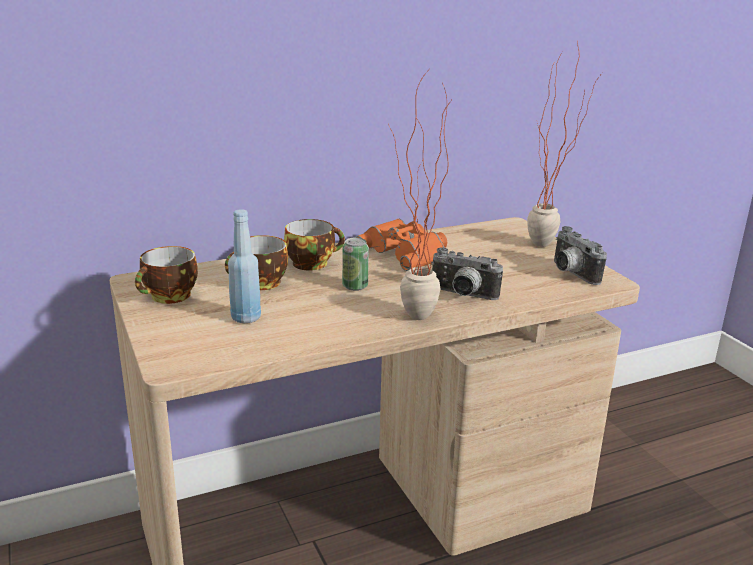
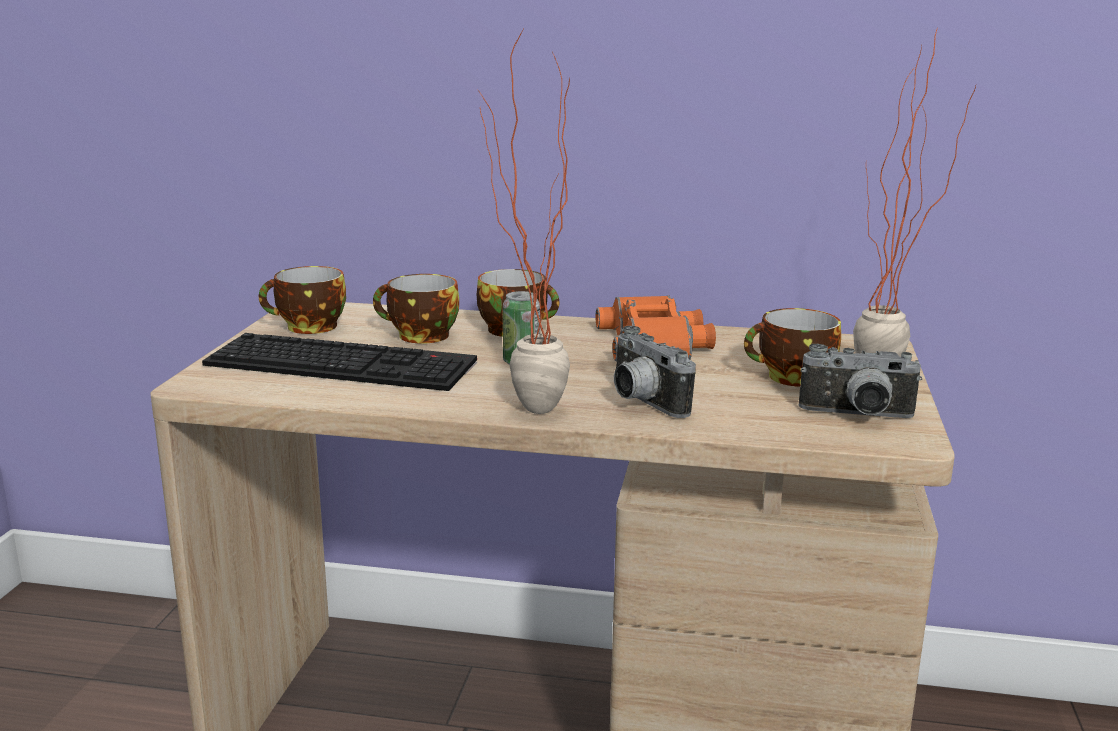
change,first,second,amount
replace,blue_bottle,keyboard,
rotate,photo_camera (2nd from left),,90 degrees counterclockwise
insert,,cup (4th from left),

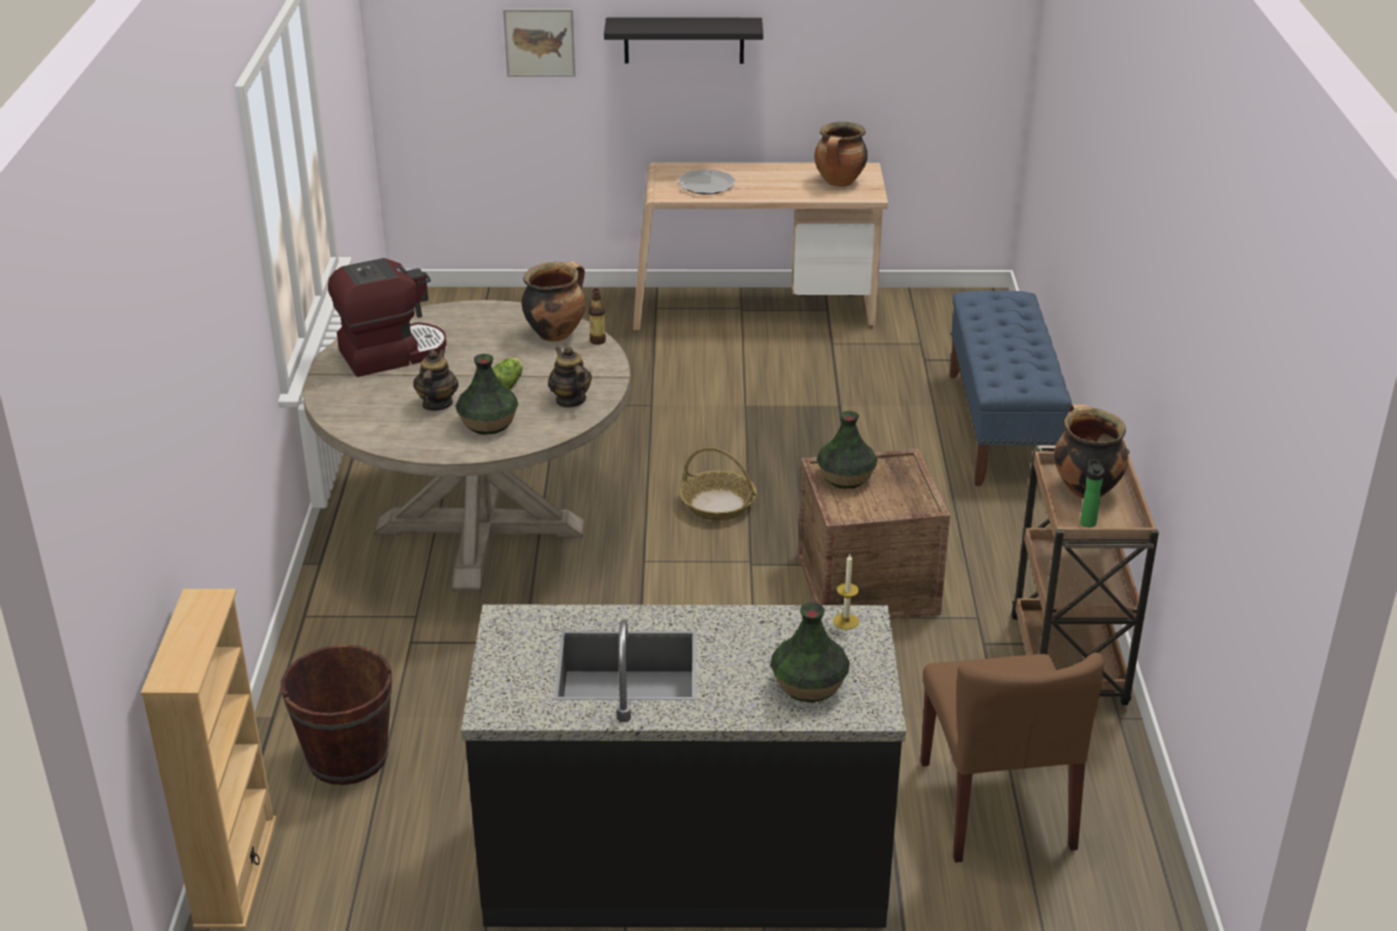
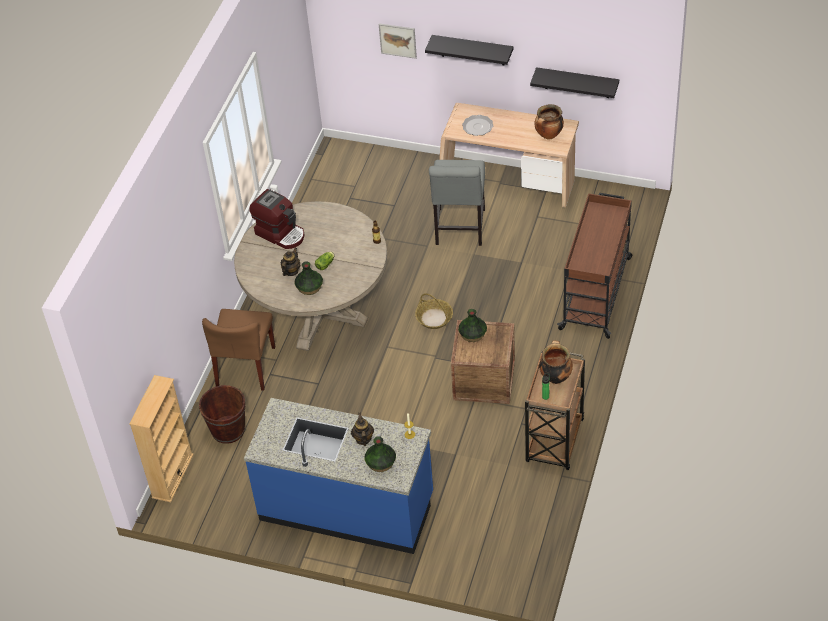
change,first,second,amount
rotate,coffee_machine,,45 degrees clockwise
recolor,black_counter,blue_counter,
delete,cooking_pot (1st from left),,
move,teapot (2nd from left),,
move,brown_chair,,
replace,blue_bench,brown_cart (2nd from left),
insert,,grey_chair,
insert,,black_shelf (2nd from left),

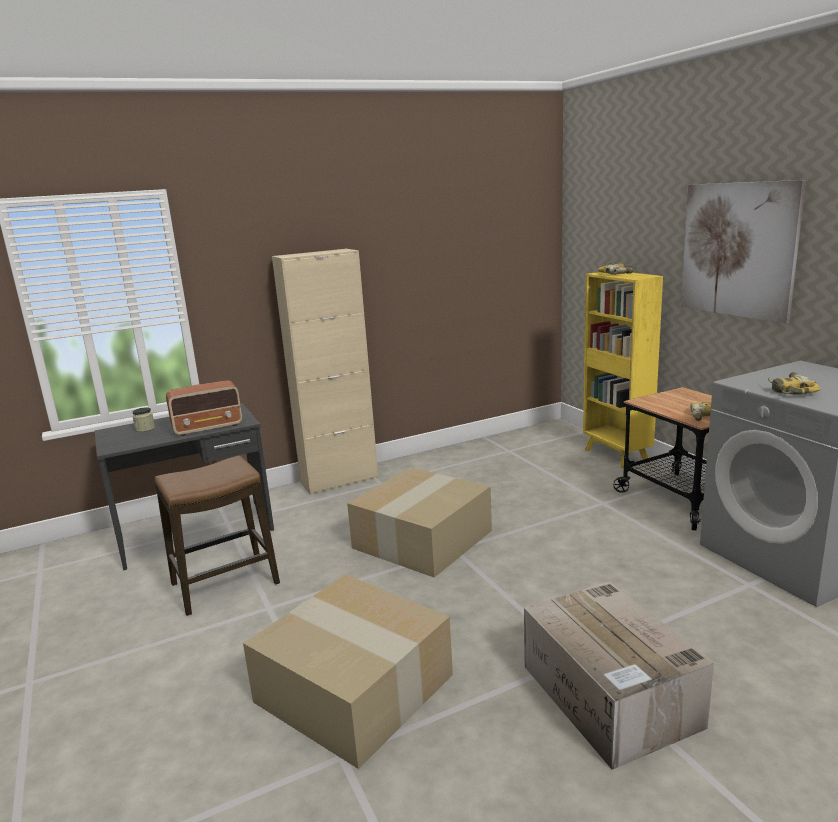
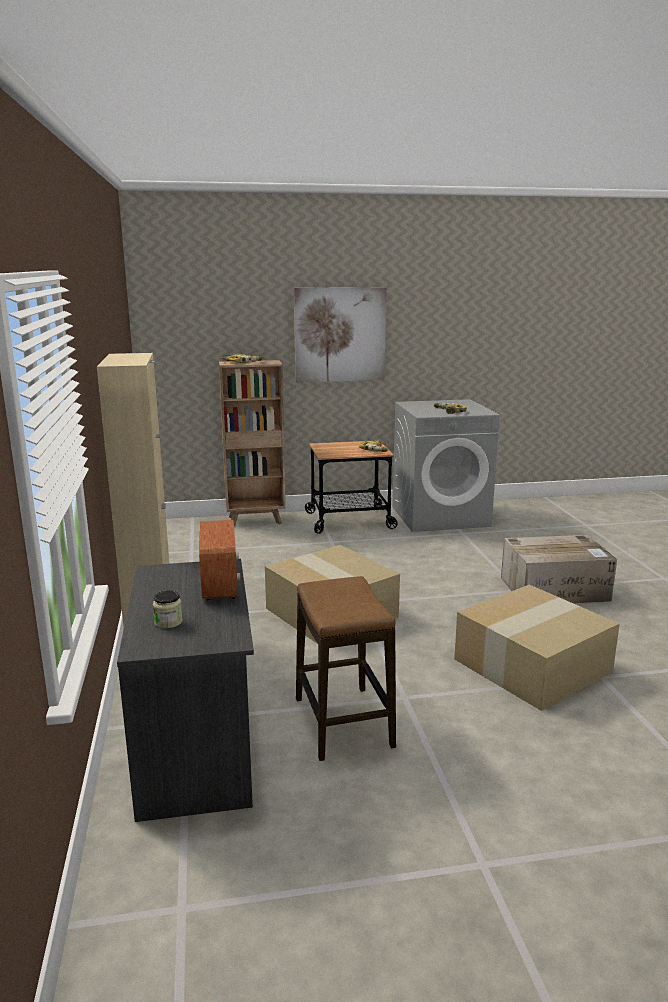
change,first,second,amount
recolor,yellow_bookcase,brown_bookcase,

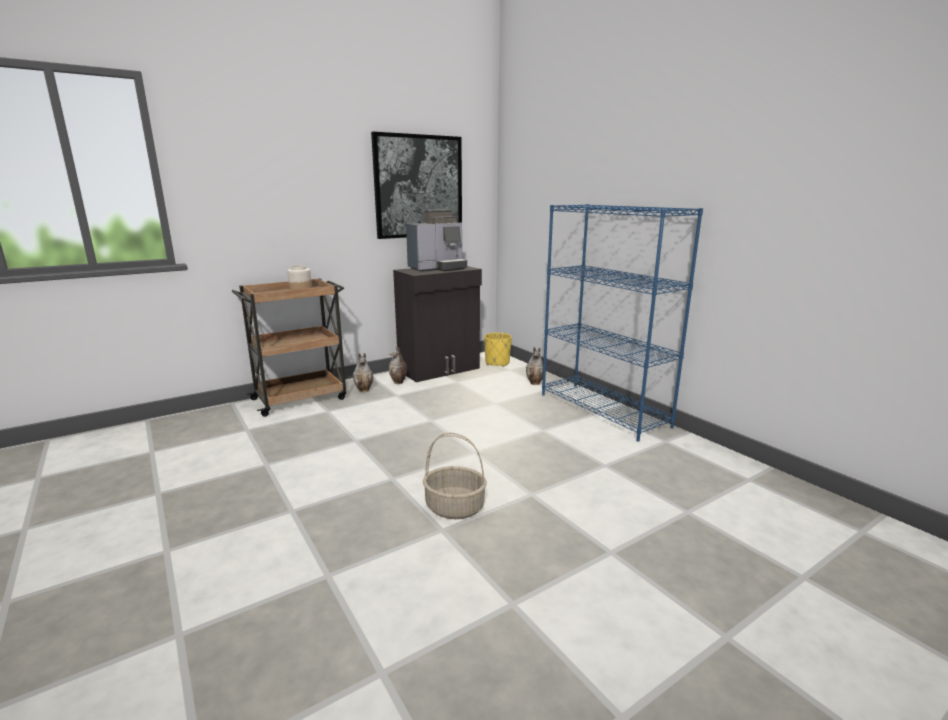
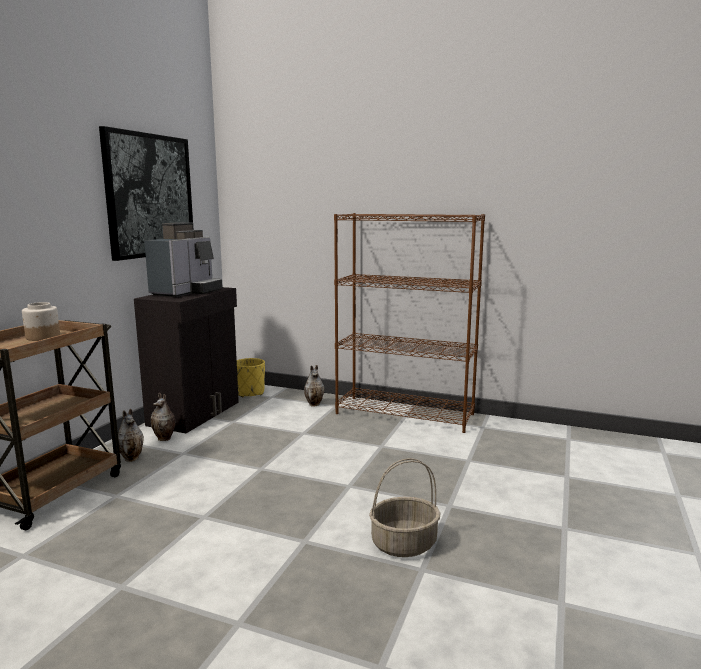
change,first,second,amount
recolor,blue_bookcase,brown_bookcase,

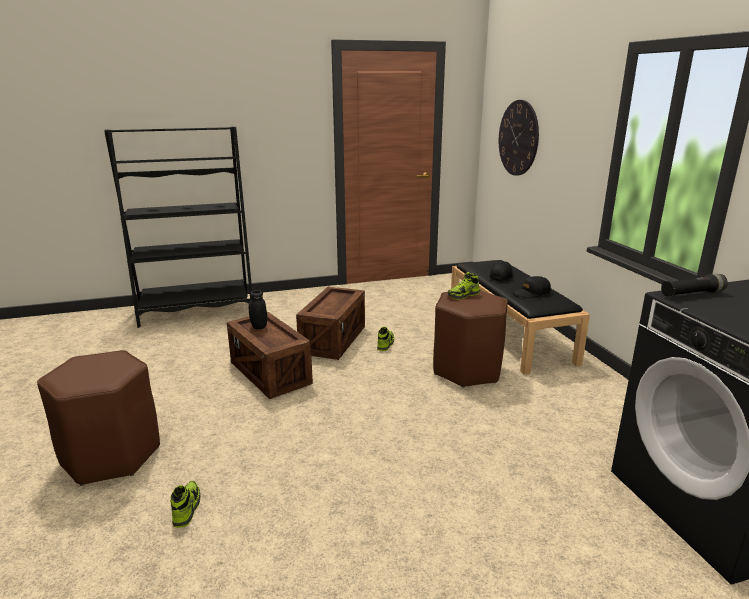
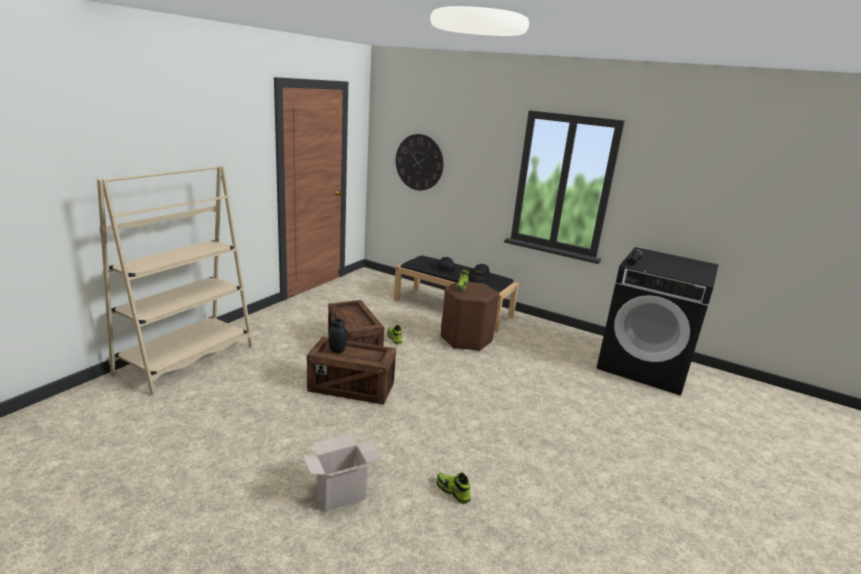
change,first,second,amount
replace,brown_stool (1st from left),cardboard_box,
recolor,black_bookcase,beige_bookcase,

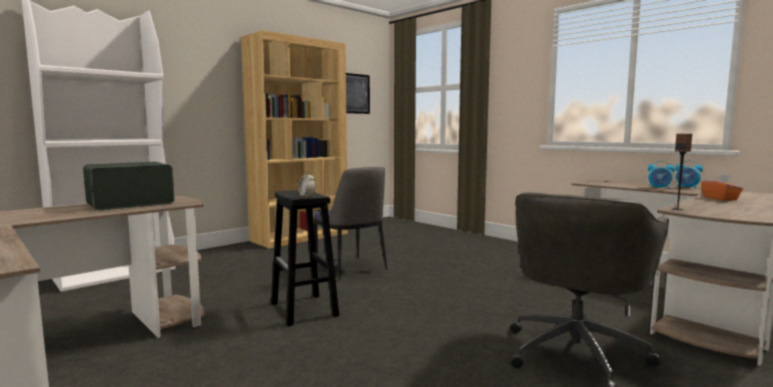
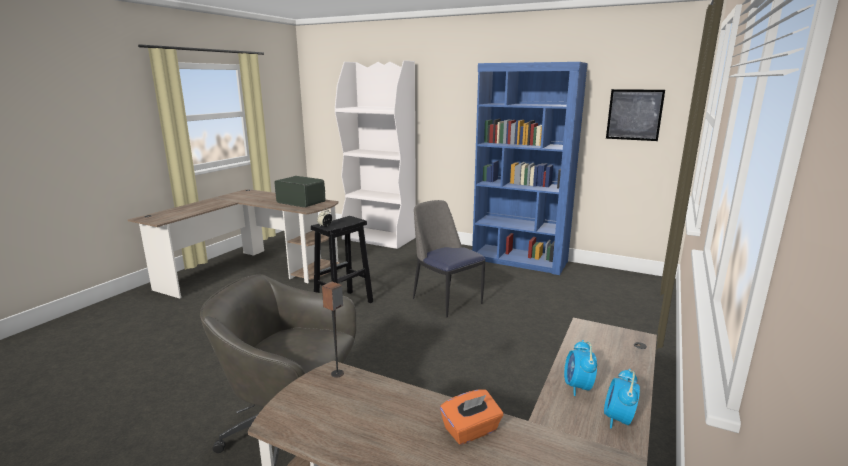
change,first,second,amount
recolor,brown_bookcase,blue_bookcase,
rotate,chair,,105 degrees clockwise

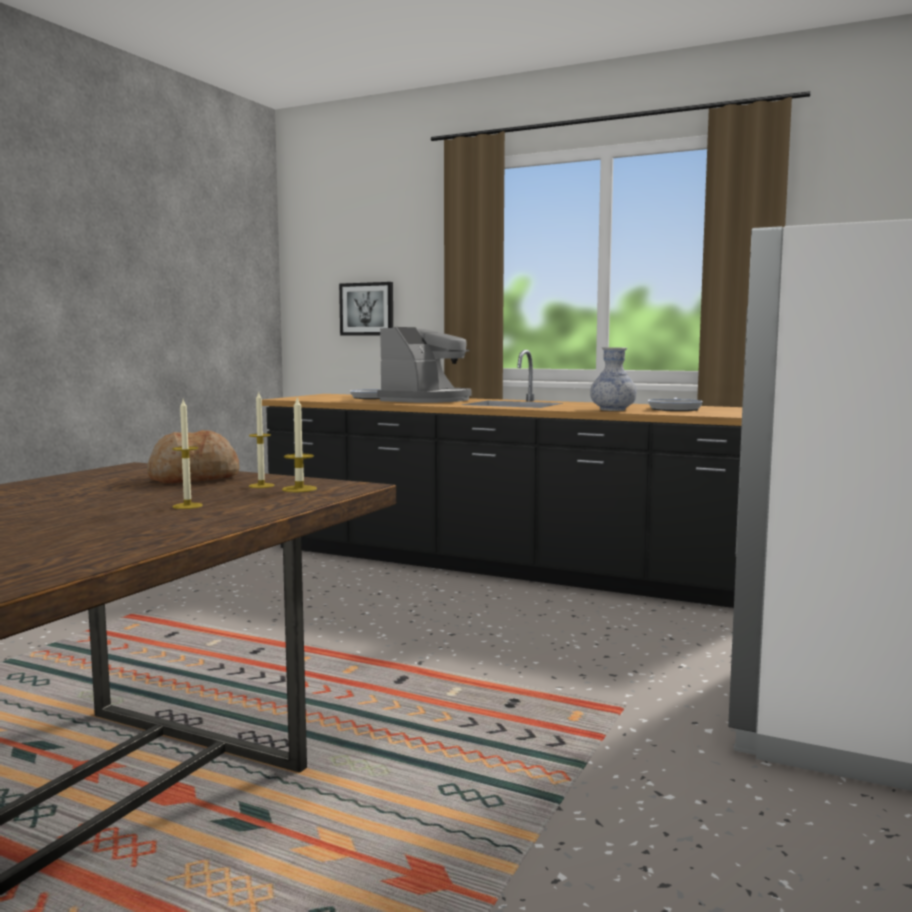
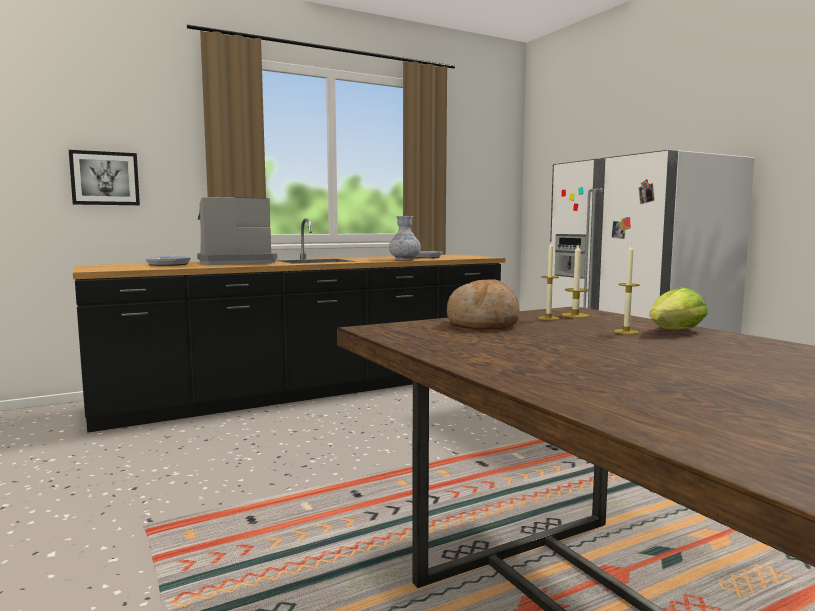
change,first,second,amount
rotate,coffee_machine,,90 degrees counterclockwise
insert,,lettuce,

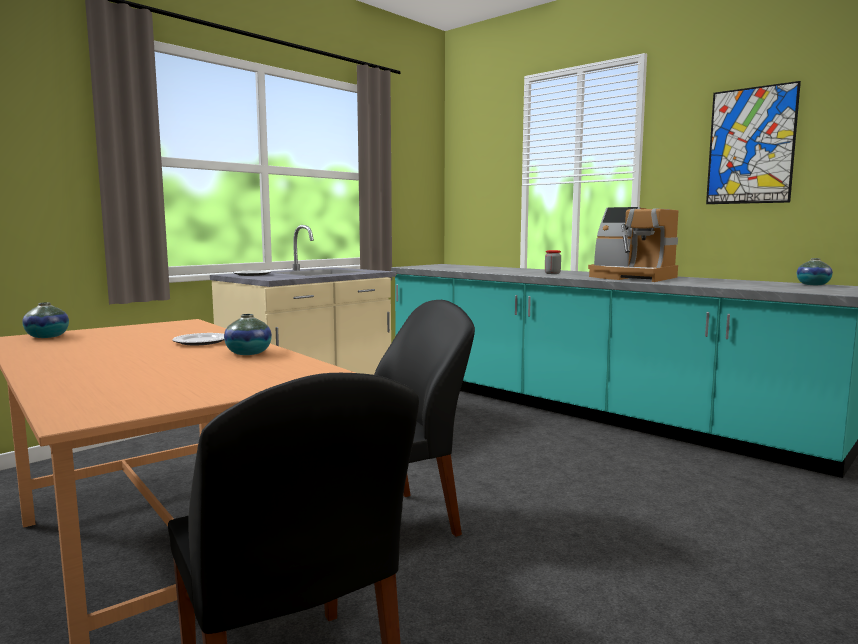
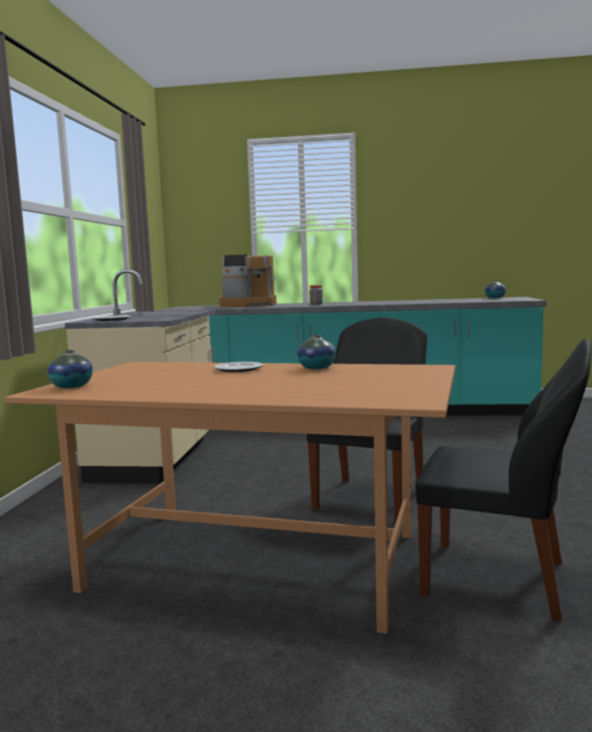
change,first,second,amount
move,coffee_machine,,
delete,picture,,

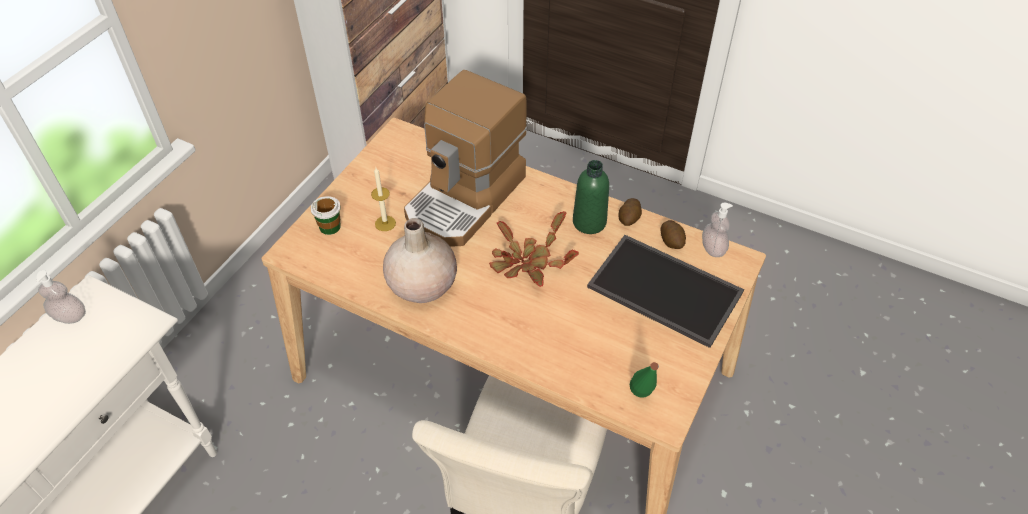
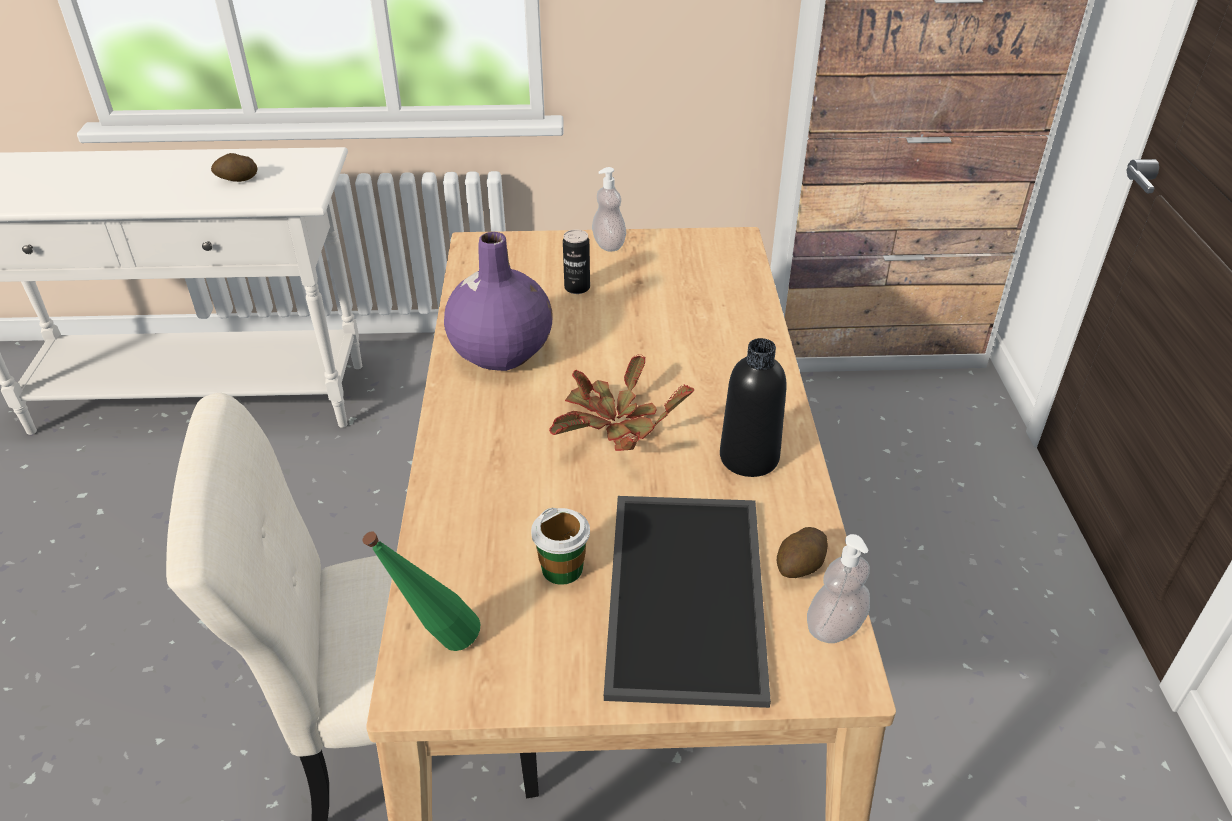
change,first,second,amount
move,soap_dispenser (1st from left),,
move,cup,,
replace,candle,can,
recolor,beige_vase,purple_vase,
delete,coffee_machine,,
recolor,green_bottle (1st from left),black_bottle,
move,potato (1st from left),,

